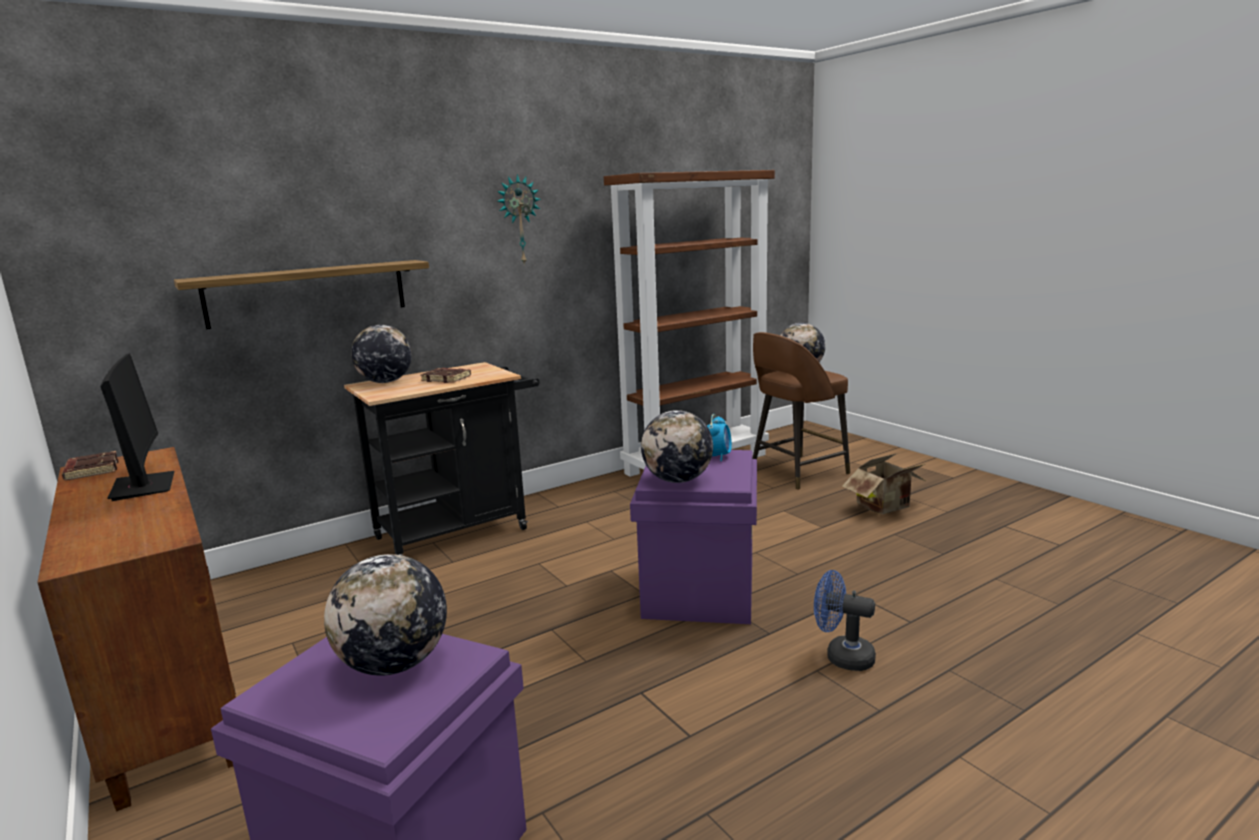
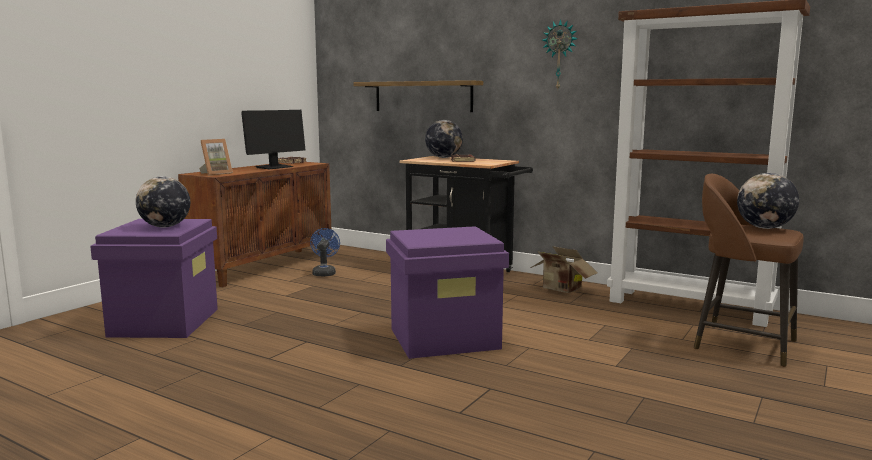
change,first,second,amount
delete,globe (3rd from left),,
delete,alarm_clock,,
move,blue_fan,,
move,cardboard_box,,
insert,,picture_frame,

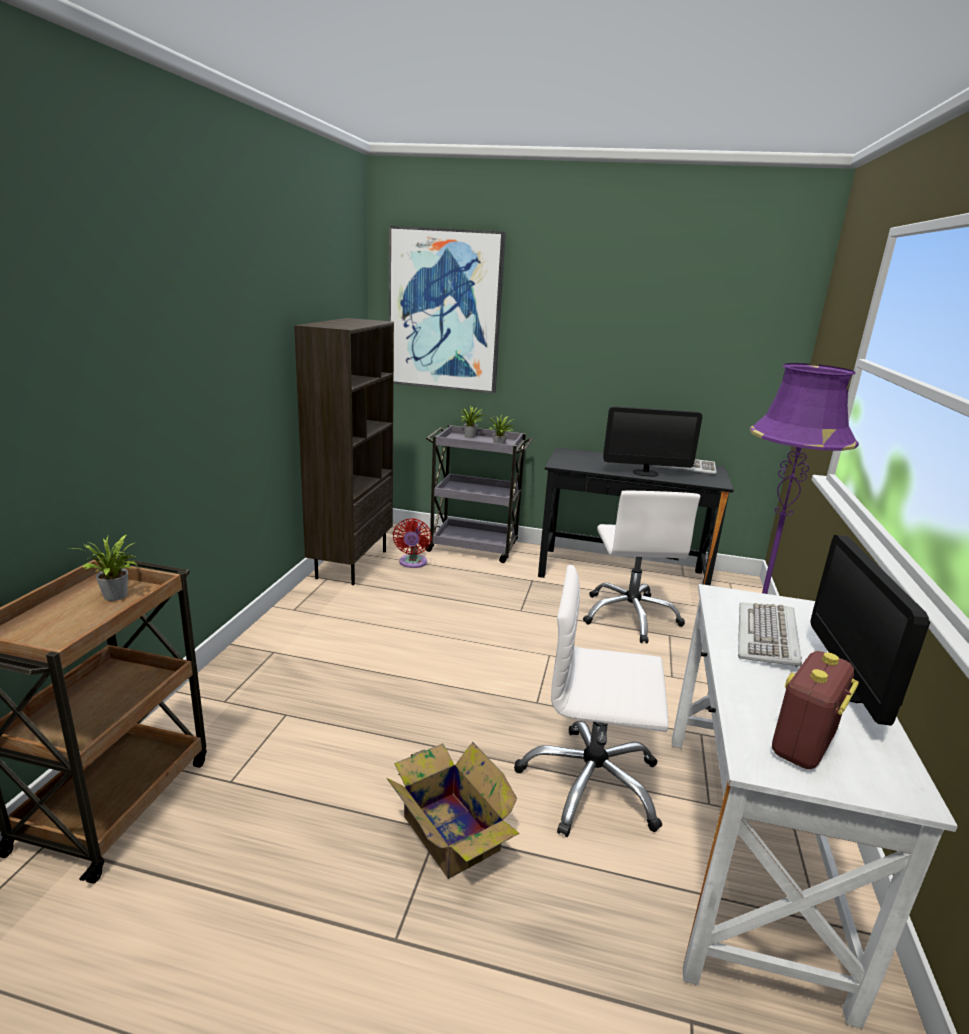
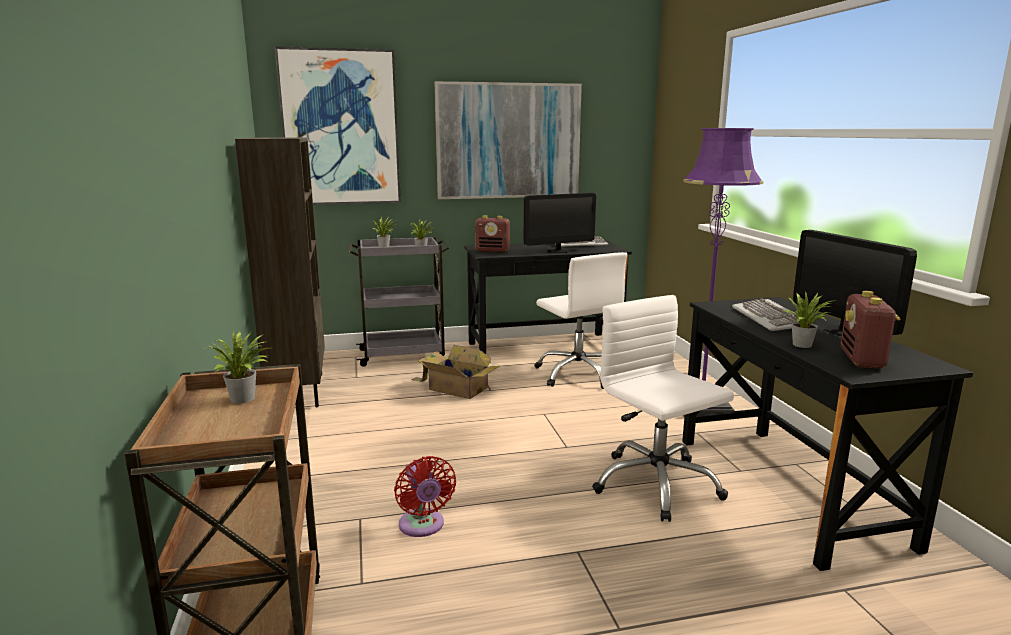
change,first,second,amount
move,cardboard_box,,
move,red_fan,,
rotate,white_office_chair (1st from left in the first image),white_office_chair (2nd from left),75 degrees clockwise
recolor,white_desk,black_desk (2nd from left),
insert,,picture (2nd from left),
insert,,radio (1st from left),
insert,,potted_plant (4th from left),

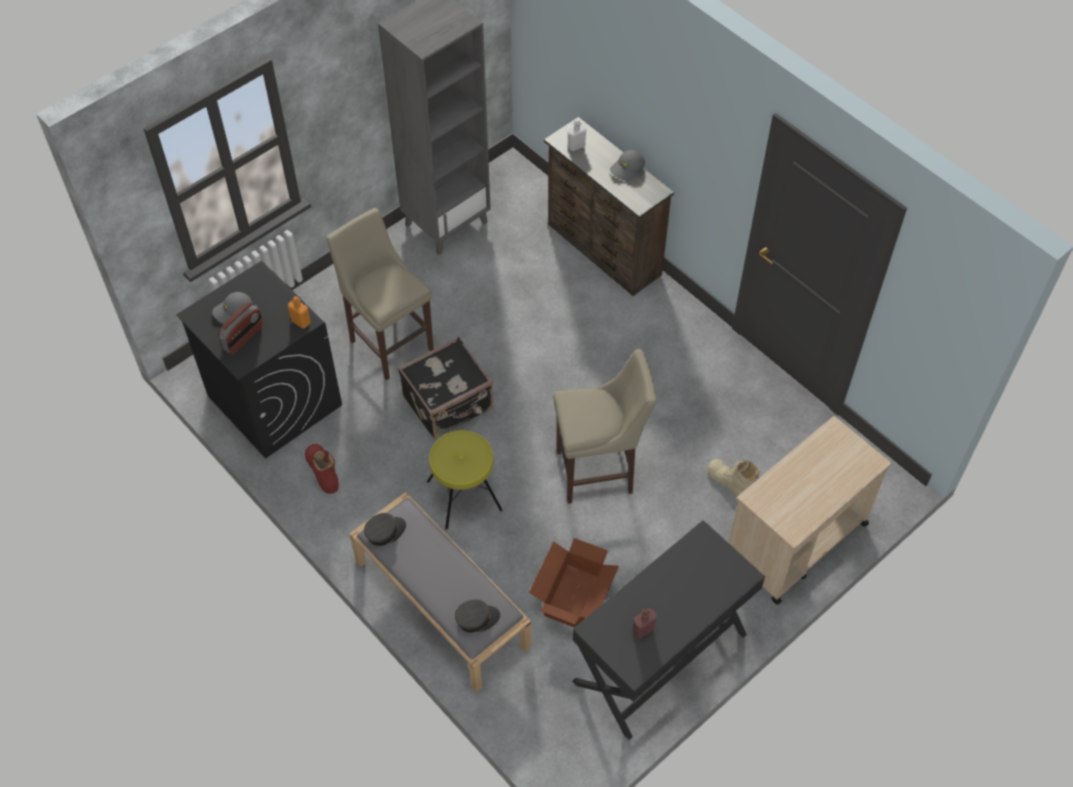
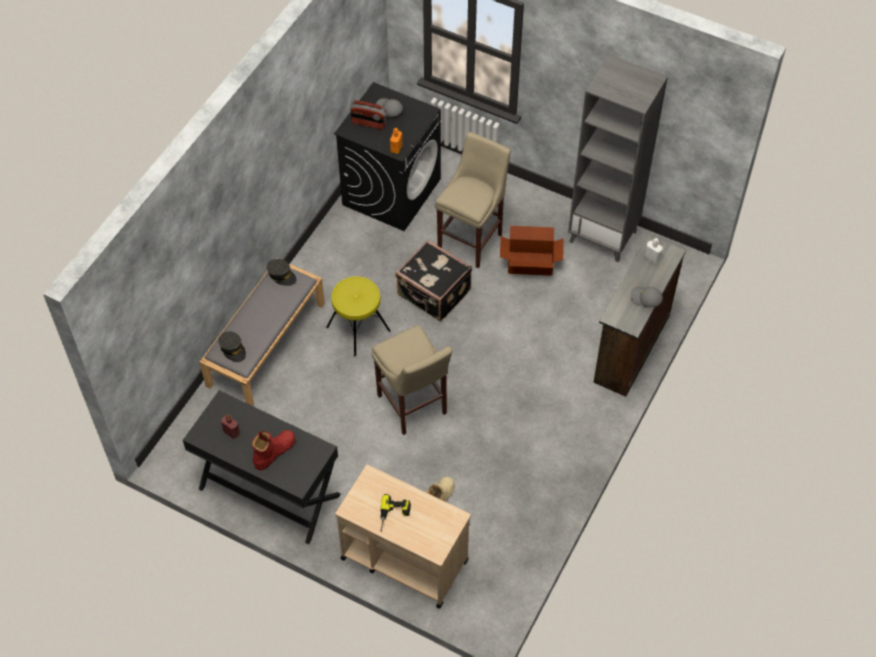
change,first,second,amount
move,red_boot,,
move,cardboard_box,,
insert,,power_drill,

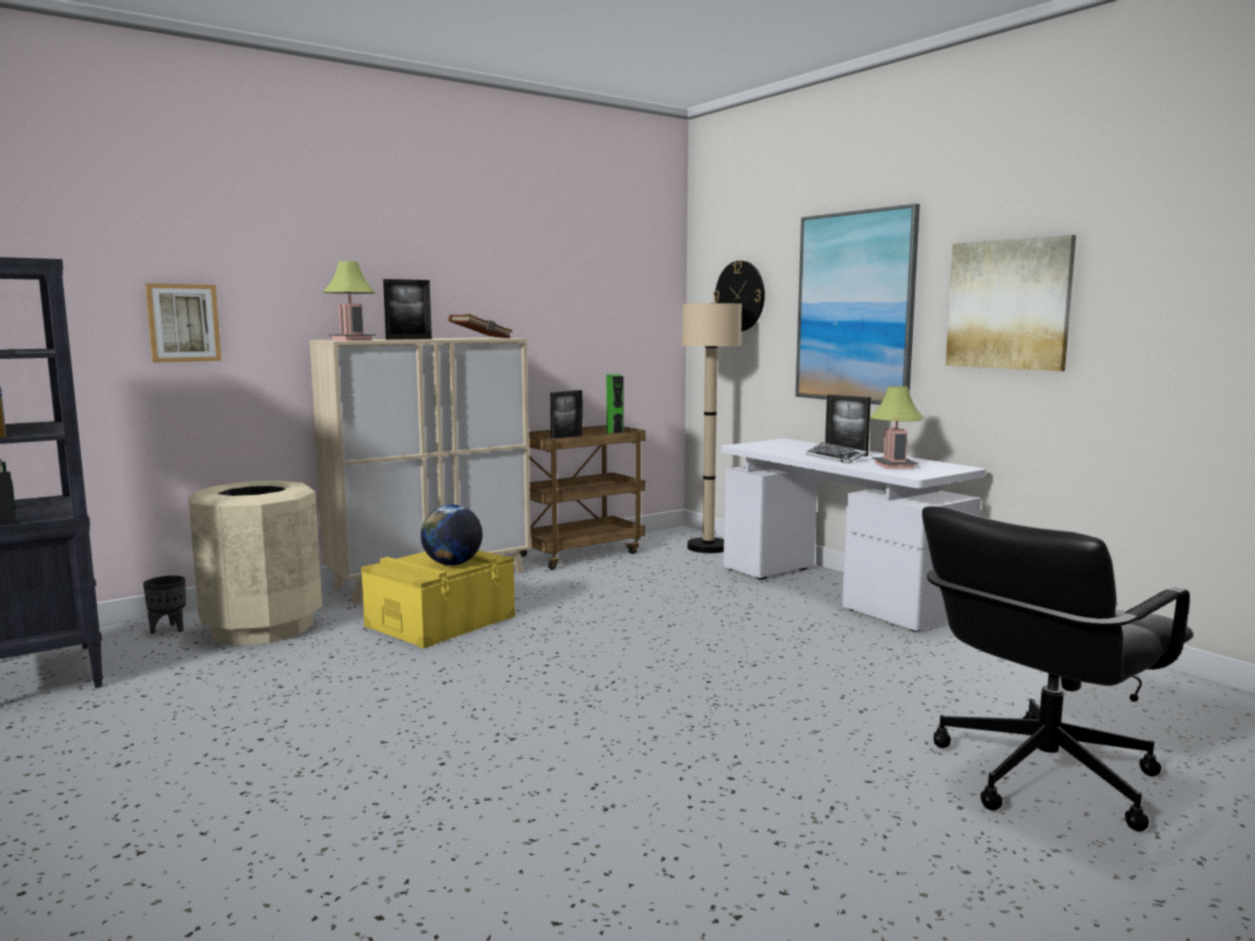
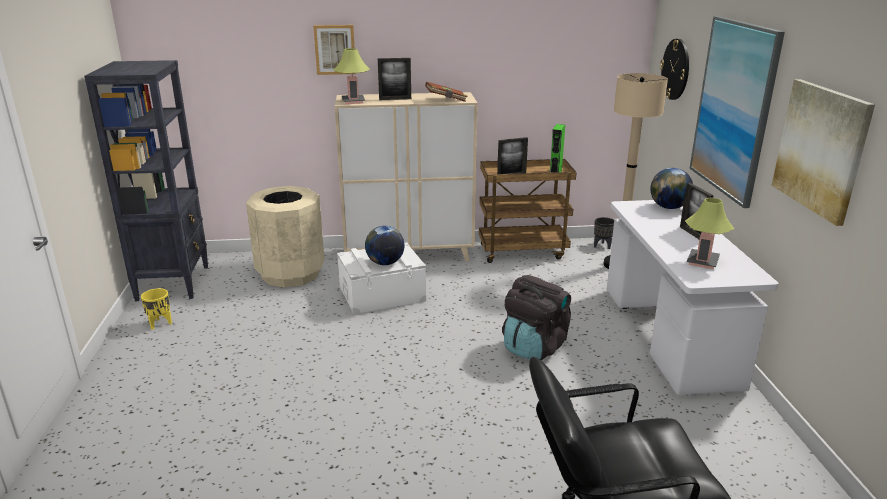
change,first,second,amount
move,black_planter,,
move,picture (1st from left),,
recolor,yellow_storage_box,white_storage_box,
delete,keyboard,,
insert,,yellow_planter,
insert,,black_backpack,
insert,,globe (2nd from left),

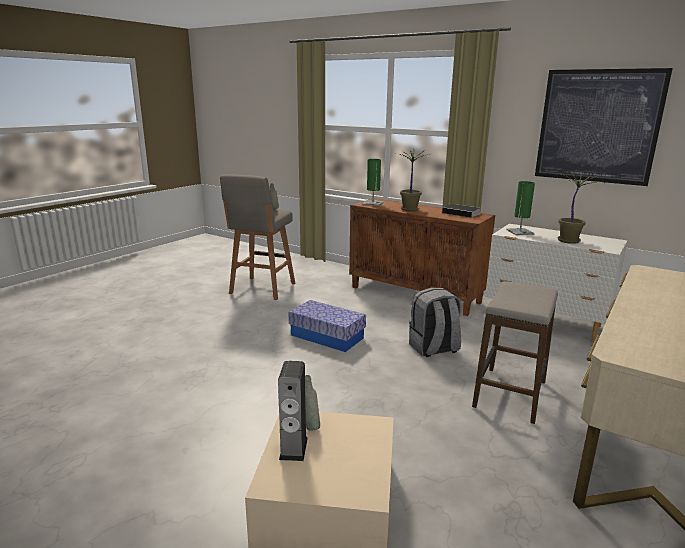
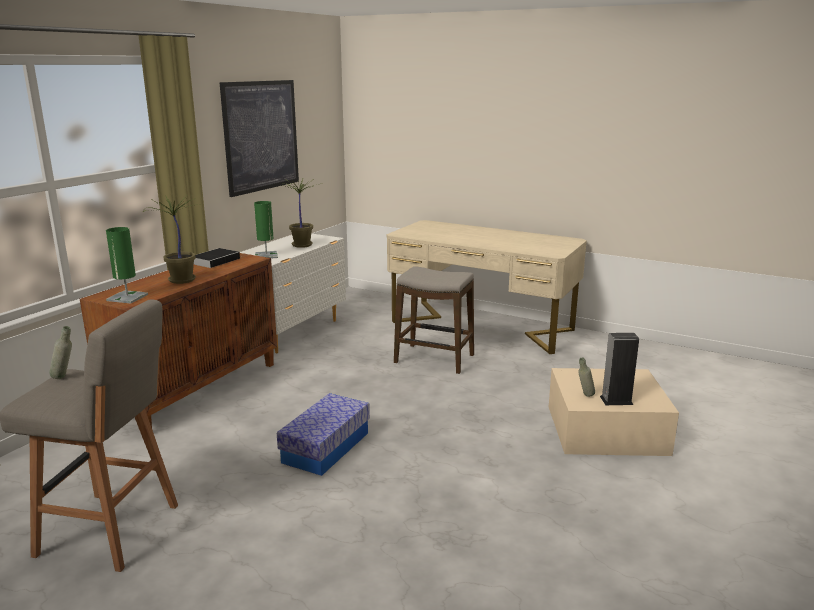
change,first,second,amount
delete,grey_backpack,,

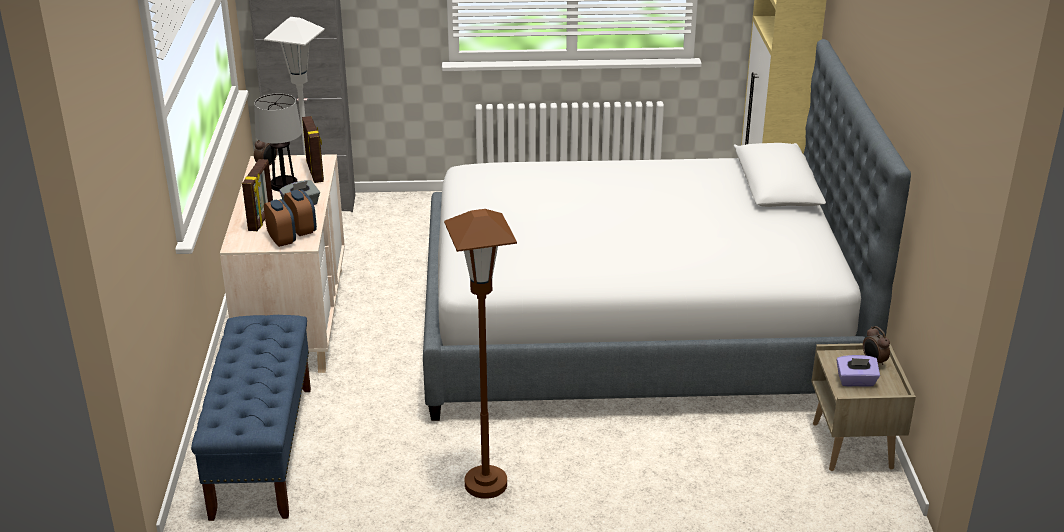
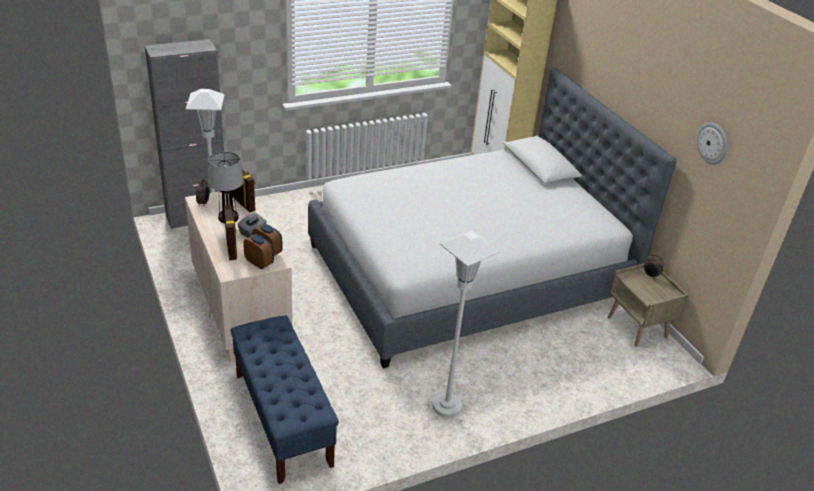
change,first,second,amount
recolor,brown_floor_lamp,white_floor_lamp (2nd from left),
delete,purple_tissue_box,,
insert,,wall_clock,

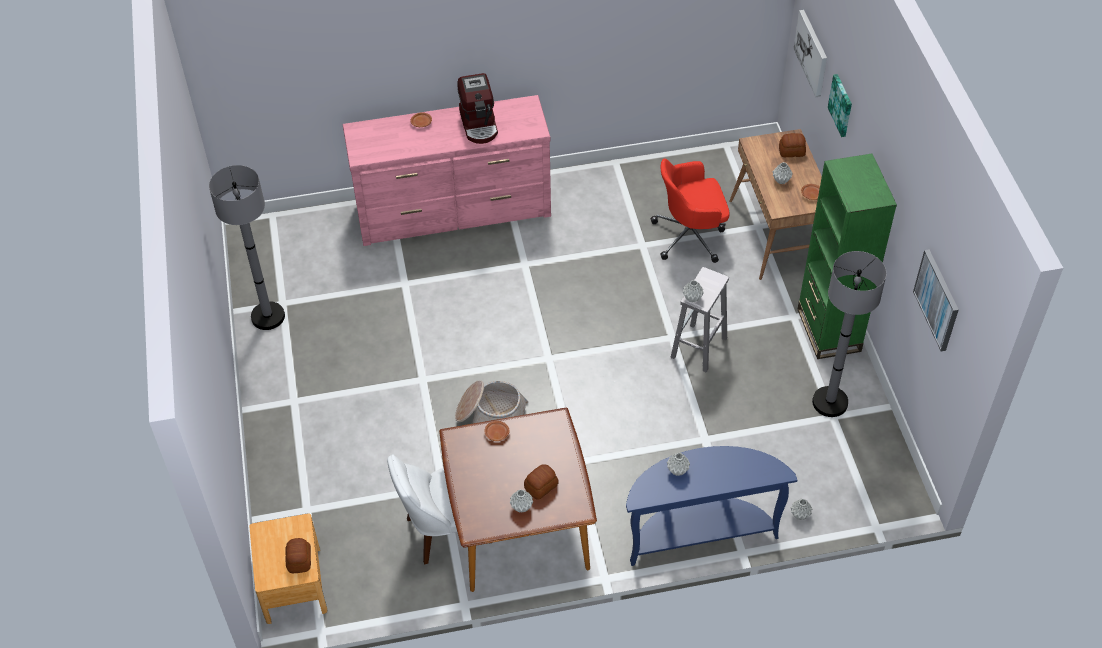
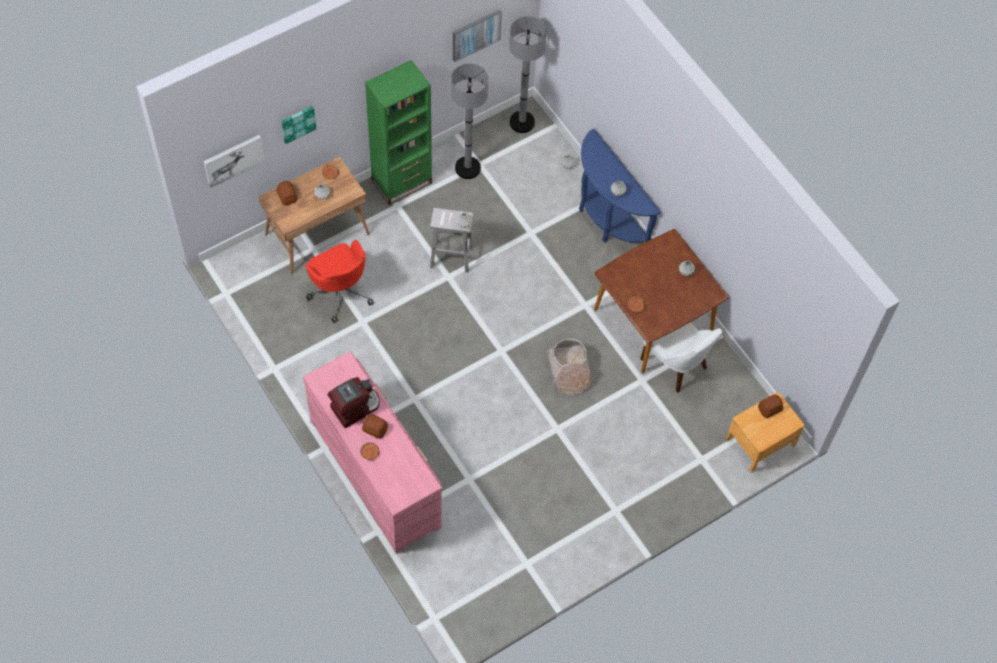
change,first,second,amount
move,grey_floor_lamp (1st from left in the first image),grey_floor_lamp (2nd from left),
move,bread (2nd from left),,

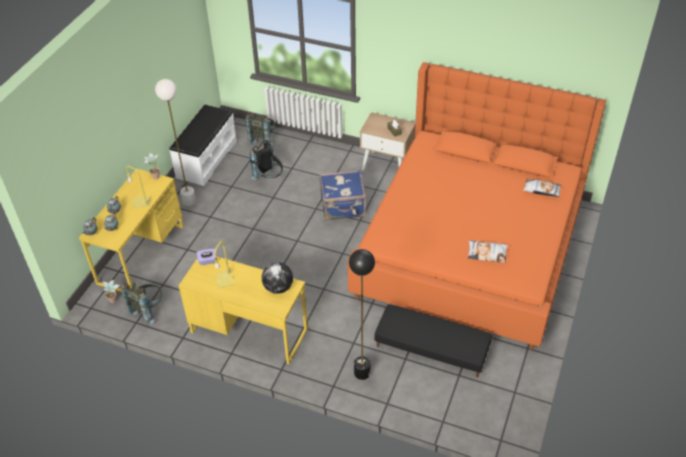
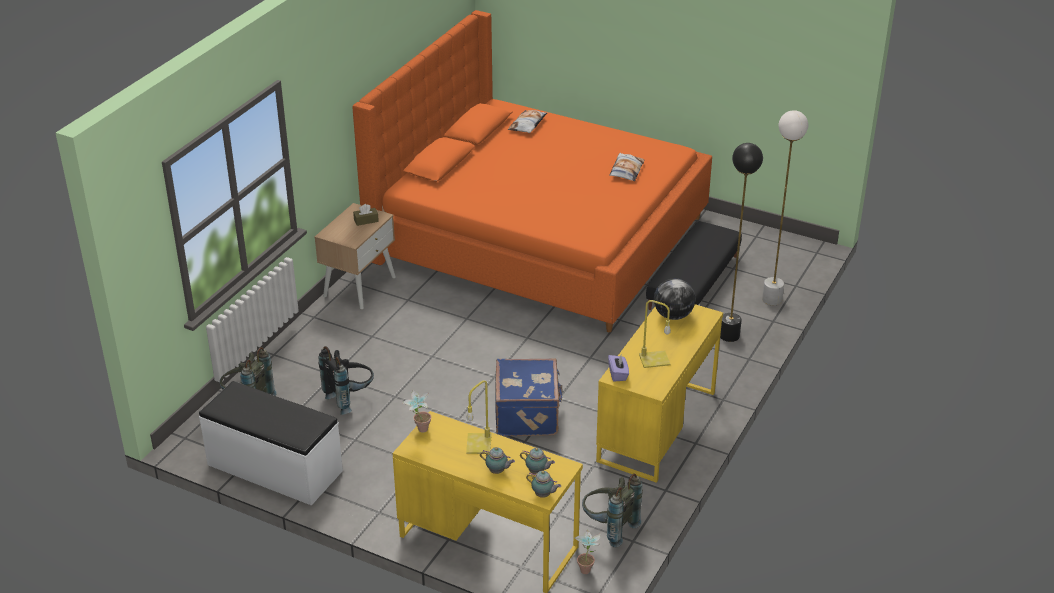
change,first,second,amount
move,white_floor_lamp,,
move,blue_suitcase,,

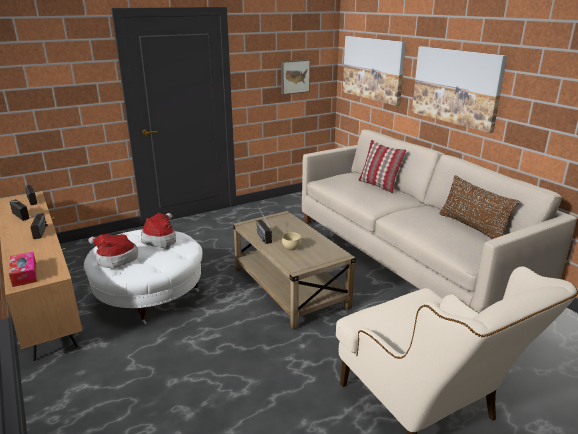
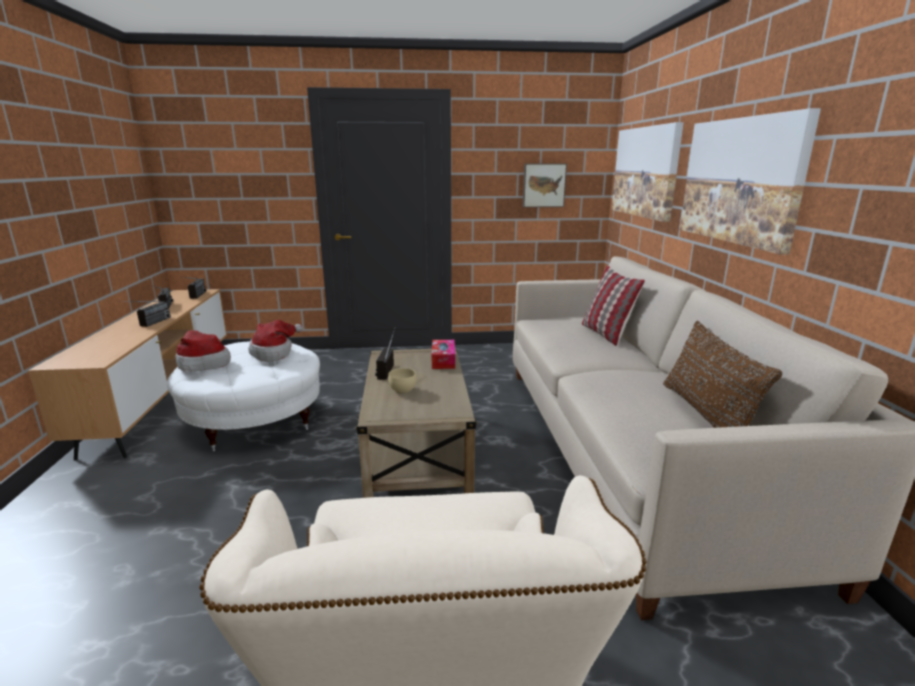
change,first,second,amount
move,tissue_box,,

